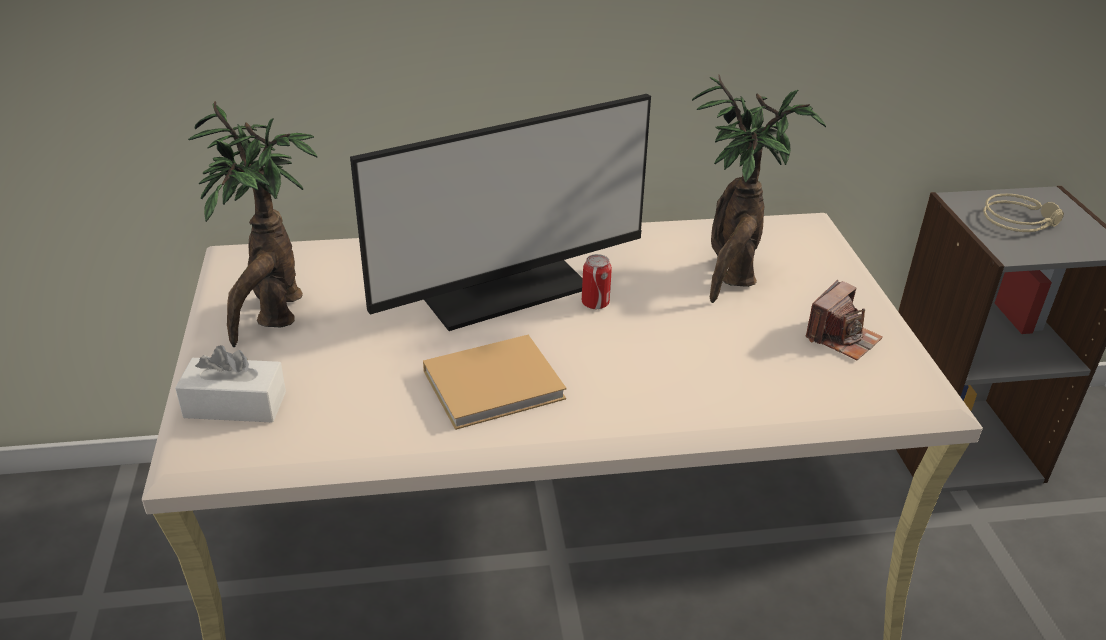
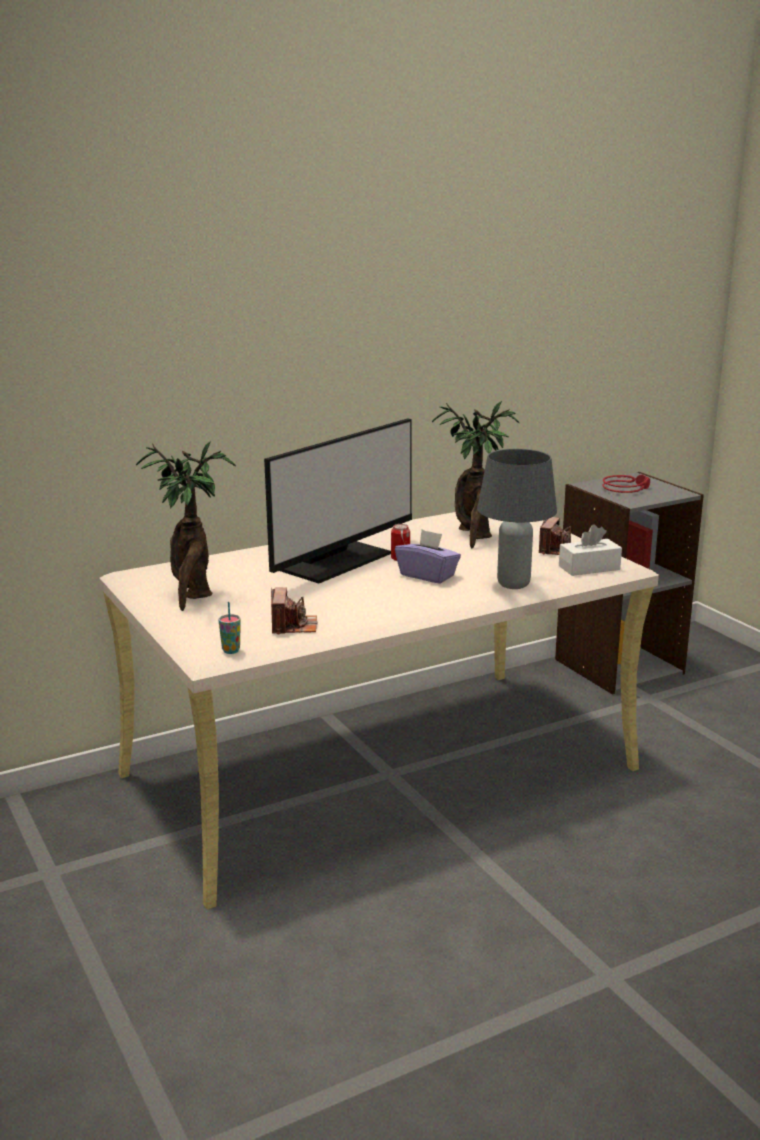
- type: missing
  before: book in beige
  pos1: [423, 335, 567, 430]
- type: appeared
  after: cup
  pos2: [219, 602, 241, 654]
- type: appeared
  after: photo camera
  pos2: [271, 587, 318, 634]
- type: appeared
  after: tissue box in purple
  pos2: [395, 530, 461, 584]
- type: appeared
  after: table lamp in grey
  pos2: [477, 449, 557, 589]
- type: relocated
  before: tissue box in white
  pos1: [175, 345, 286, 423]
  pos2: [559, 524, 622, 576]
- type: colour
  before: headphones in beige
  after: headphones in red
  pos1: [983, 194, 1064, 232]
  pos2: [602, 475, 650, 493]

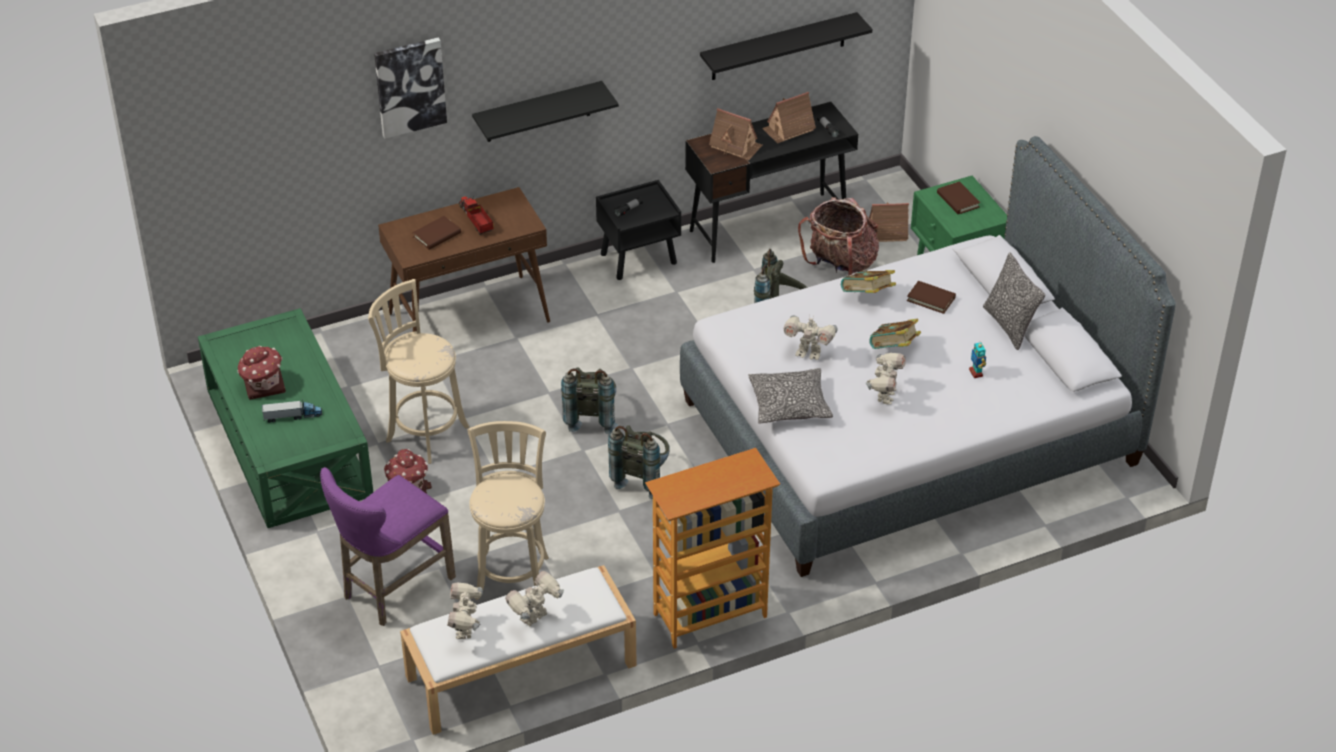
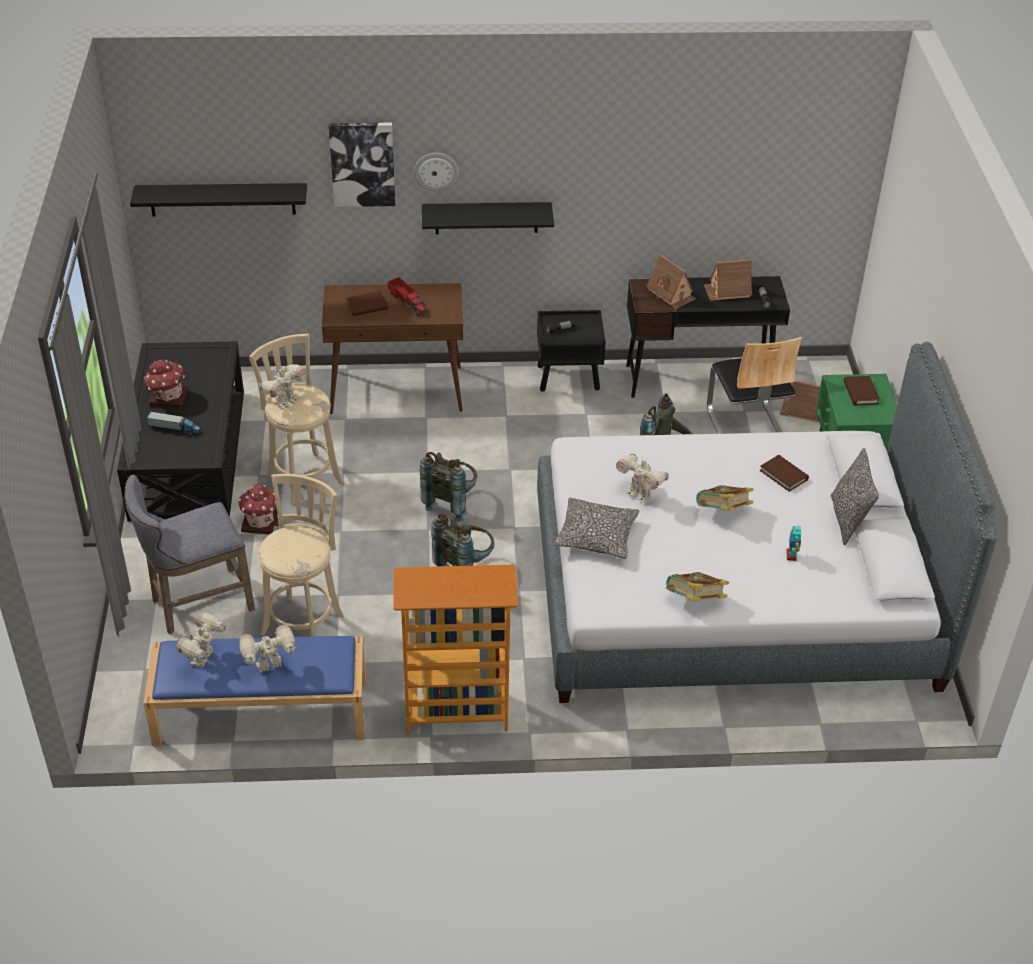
- type: appeared
  after: wall clock
  pos2: [414, 153, 459, 192]
- type: relocated
  before: shelf in black
  pos1: [700, 12, 872, 80]
  pos2: [130, 183, 307, 217]
- type: relocated
  before: book
  pos1: [841, 270, 896, 293]
  pos2: [666, 572, 729, 601]
- type: relocated
  before: toy robot
  pos1: [866, 353, 906, 405]
  pos2: [258, 364, 307, 410]
- type: exchanged
  before: backpack
  after: chair
  pos1: [798, 197, 879, 276]
  pos2: [707, 337, 802, 434]
- type: colour
  before: coffee table in green
  after: coffee table in black
  pos1: [198, 308, 373, 528]
  pos2: [117, 341, 244, 521]
- type: colour
  before: stool in purple
  after: stool in grey
  pos1: [320, 467, 456, 626]
  pos2: [124, 475, 255, 635]
- type: colour
  before: bench in white
  after: bench in blue
  pos1: [400, 565, 637, 735]
  pos2: [143, 636, 366, 746]
- type: spun
  before: toy truck
  pos1: [459, 196, 494, 235]
  pos2: [388, 277, 427, 317]
  turn: 150

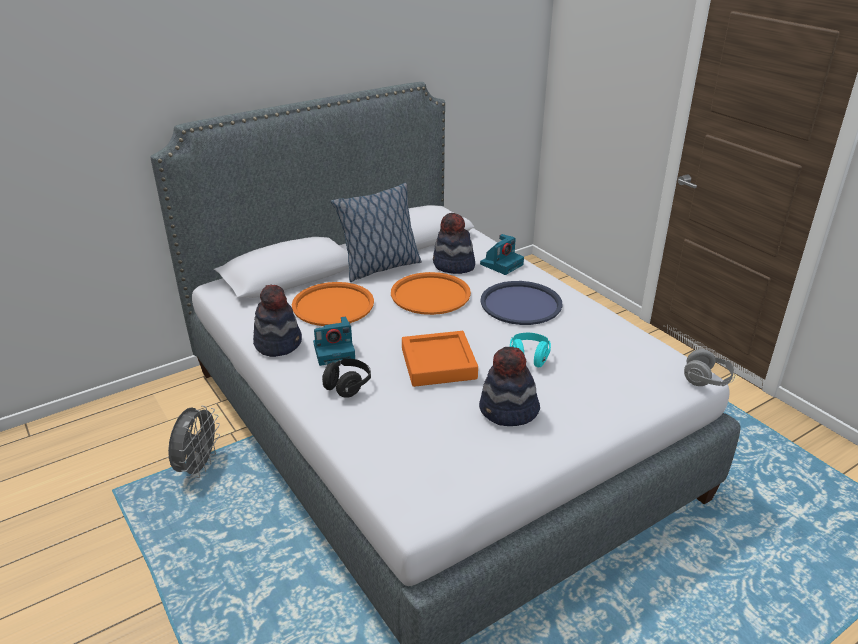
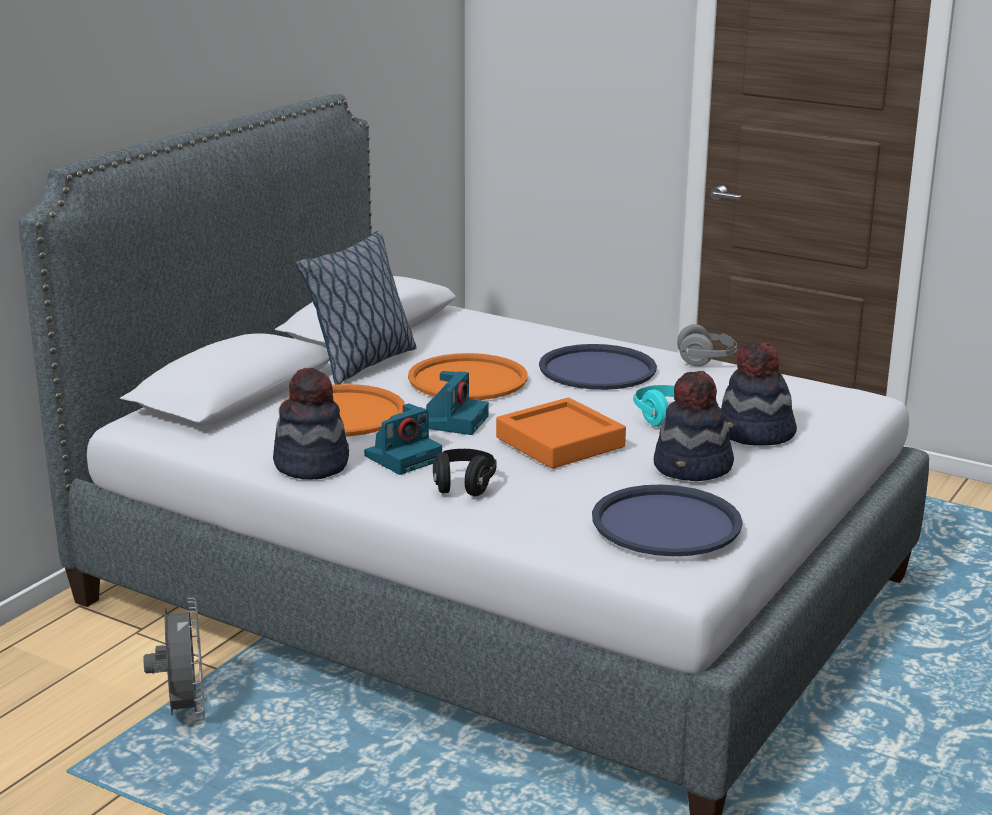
- type: appeared
  after: tray in blue
  pos2: [592, 485, 743, 556]
- type: relocated
  before: hat
  pos1: [433, 213, 475, 274]
  pos2: [721, 342, 797, 446]
- type: relocated
  before: photo camera
  pos1: [480, 234, 524, 275]
  pos2: [426, 371, 489, 435]
- type: relocated
  before: headphones in grey
  pos1: [684, 349, 736, 386]
  pos2: [677, 324, 737, 366]

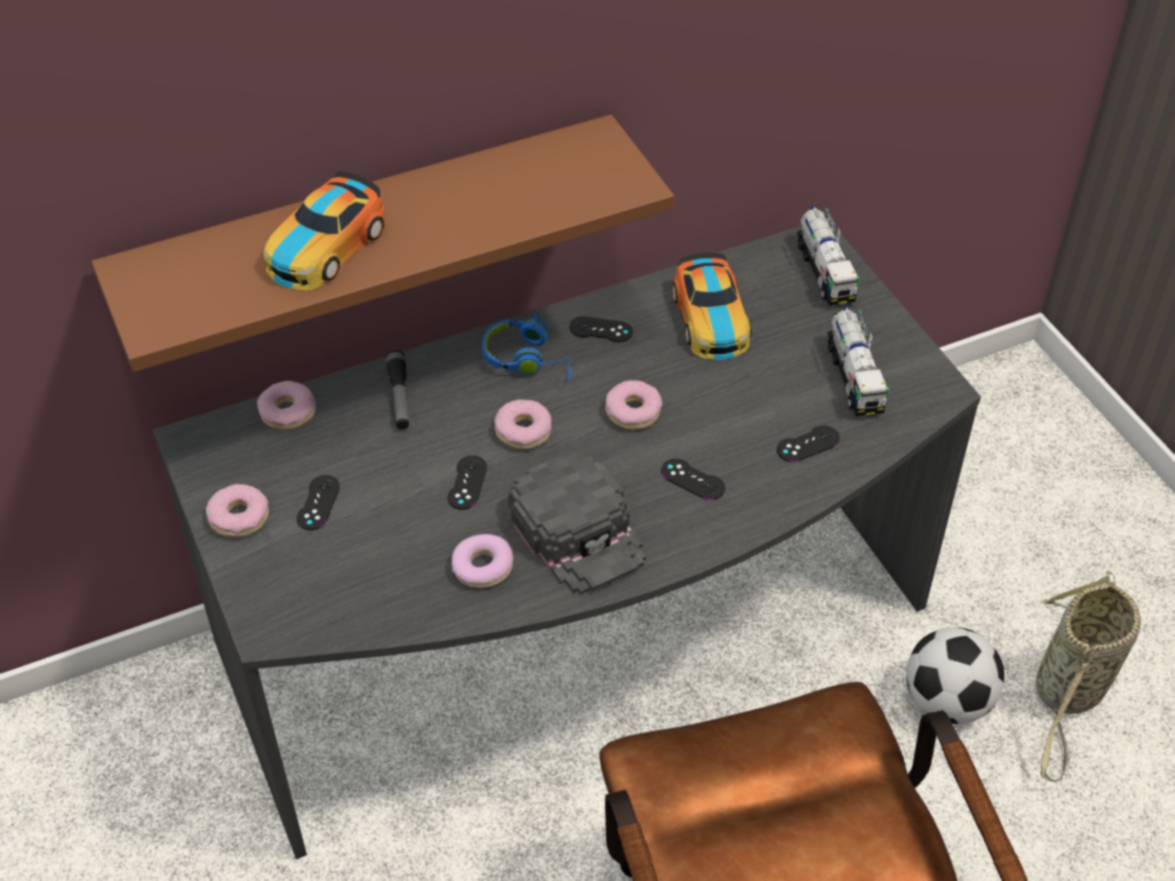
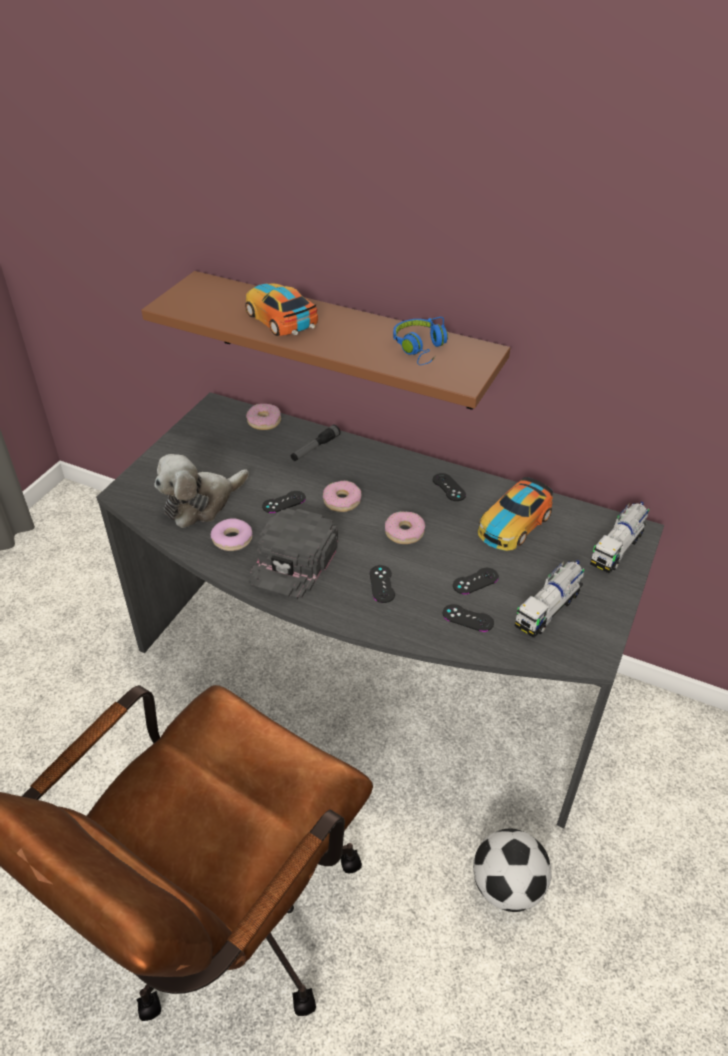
- type: missing
  before: donut
  pos1: [206, 484, 269, 538]
- type: missing
  before: basket
  pos1: [1036, 570, 1141, 782]
- type: appeared
  after: plush toy
  pos2: [154, 454, 249, 528]
- type: relocated
  before: game controller in black
  pos1: [296, 475, 340, 530]
  pos2: [453, 568, 499, 594]
- type: relocated
  before: headphones in blue
  pos1: [482, 311, 573, 381]
  pos2: [393, 317, 448, 365]
- type: spun
  before: toy car
  pos1: [264, 171, 384, 290]
  pos2: [245, 283, 318, 336]
  turn: 60

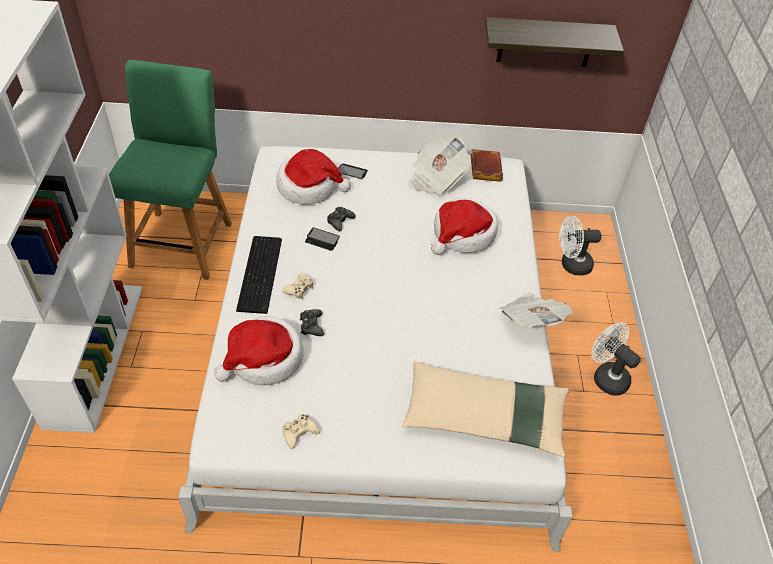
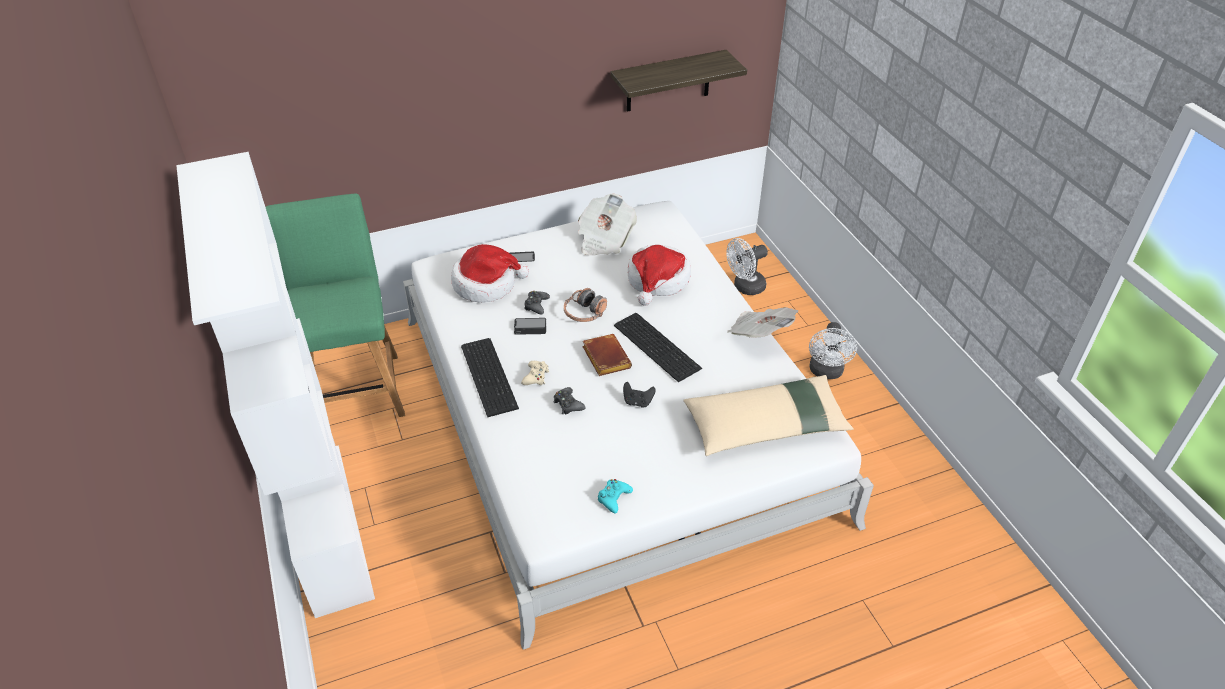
- type: missing
  before: hat
  pos1: [214, 316, 303, 385]
- type: appeared
  after: headphones
  pos2: [564, 288, 607, 322]
- type: appeared
  after: keyboard
  pos2: [614, 313, 702, 382]
- type: appeared
  after: game controller in black
  pos2: [623, 382, 656, 407]
- type: relocated
  before: book in brown
  pos1: [471, 149, 503, 182]
  pos2: [582, 334, 632, 376]
- type: colour
  before: game controller in beige
  after: game controller in turquoise
  pos1: [283, 414, 320, 449]
  pos2: [598, 479, 633, 513]
- type: spun
  before: fan in white
  pos1: [591, 322, 641, 396]
  pos2: [809, 322, 857, 379]
  turn: -105

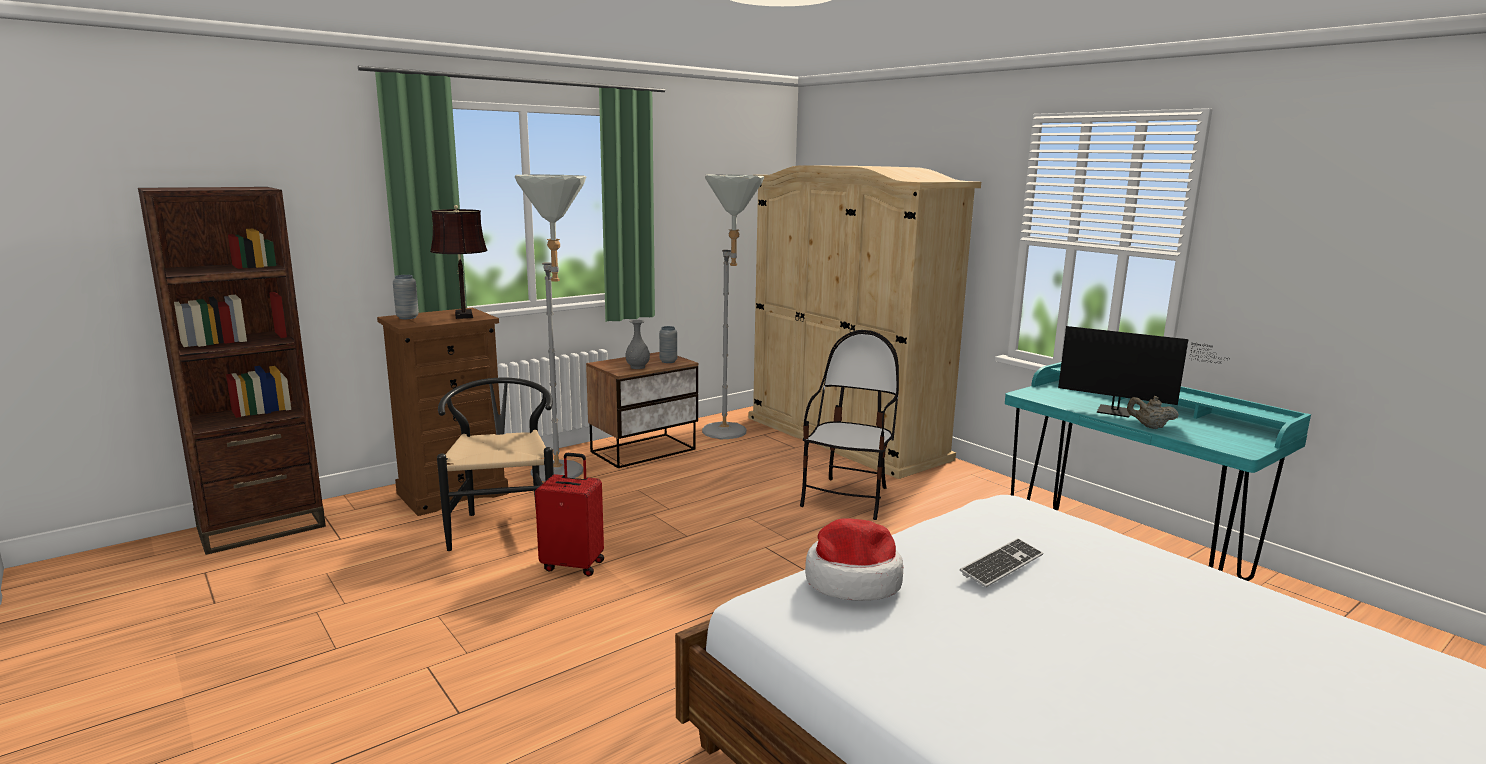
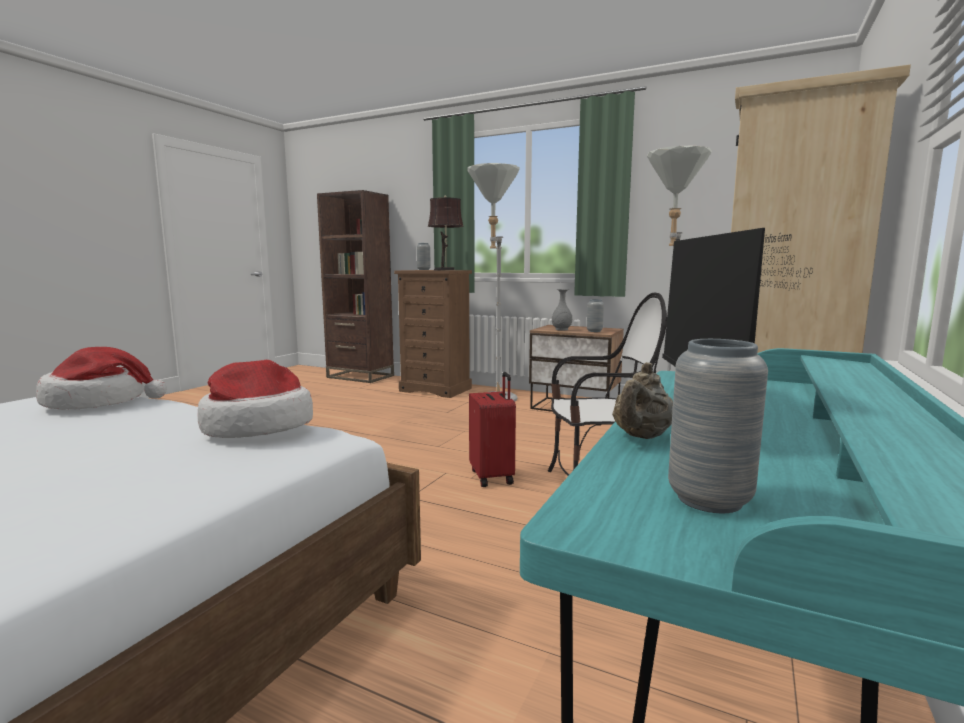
- type: missing
  before: chair in black
  pos1: [437, 377, 554, 551]
- type: missing
  before: keyboard
  pos1: [960, 538, 1043, 587]
- type: appeared
  after: hat
  pos2: [198, 360, 313, 438]
- type: appeared
  after: vase in grey
  pos2: [668, 339, 768, 513]
- type: relocated
  before: suitcase in red
  pos1: [535, 453, 604, 576]
  pos2: [469, 372, 516, 487]
- type: spun
  before: teapot in beige
  pos1: [1127, 396, 1179, 429]
  pos2: [612, 362, 673, 439]
  turn: -150

